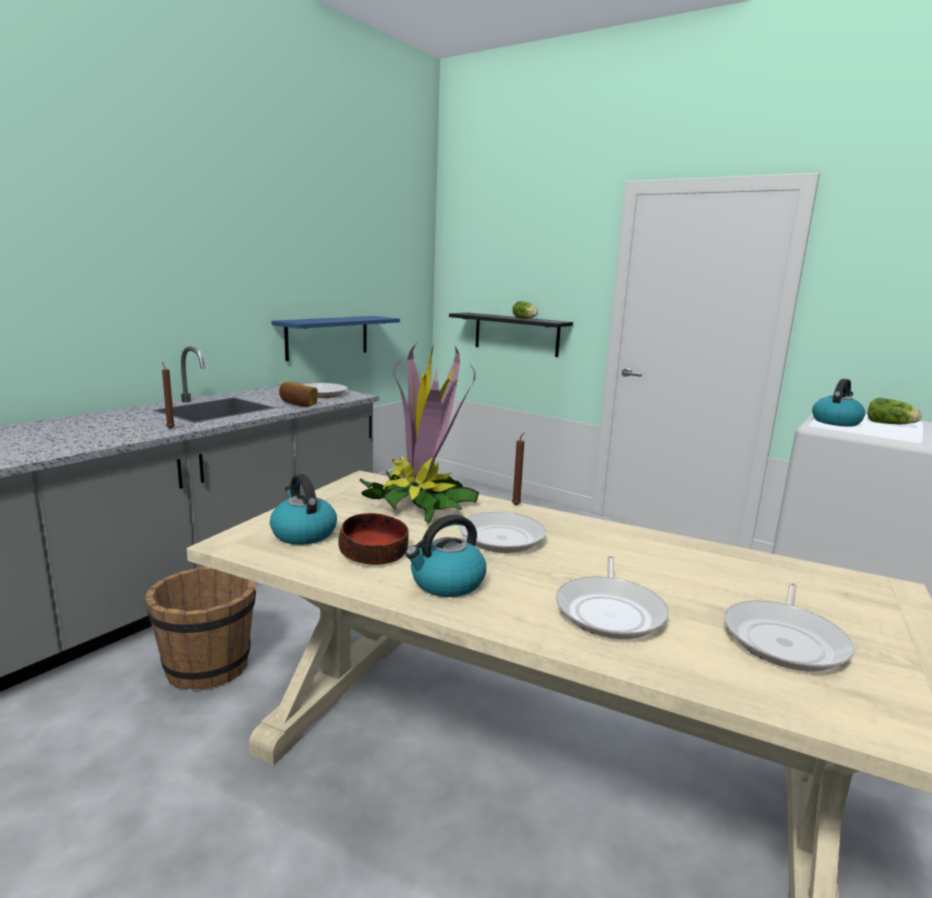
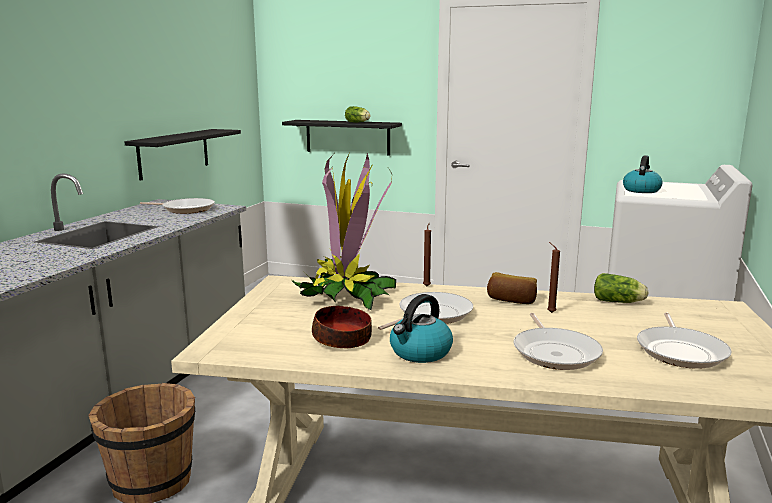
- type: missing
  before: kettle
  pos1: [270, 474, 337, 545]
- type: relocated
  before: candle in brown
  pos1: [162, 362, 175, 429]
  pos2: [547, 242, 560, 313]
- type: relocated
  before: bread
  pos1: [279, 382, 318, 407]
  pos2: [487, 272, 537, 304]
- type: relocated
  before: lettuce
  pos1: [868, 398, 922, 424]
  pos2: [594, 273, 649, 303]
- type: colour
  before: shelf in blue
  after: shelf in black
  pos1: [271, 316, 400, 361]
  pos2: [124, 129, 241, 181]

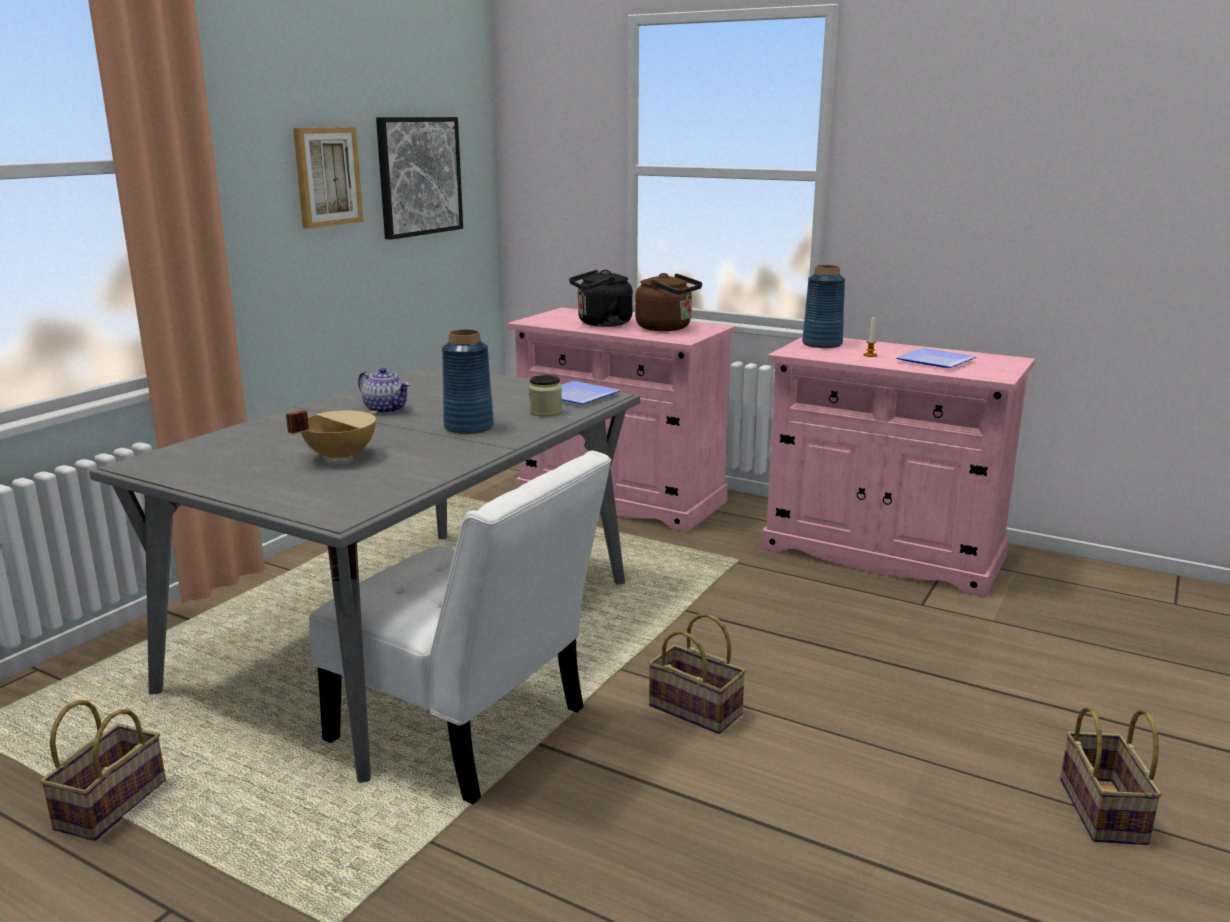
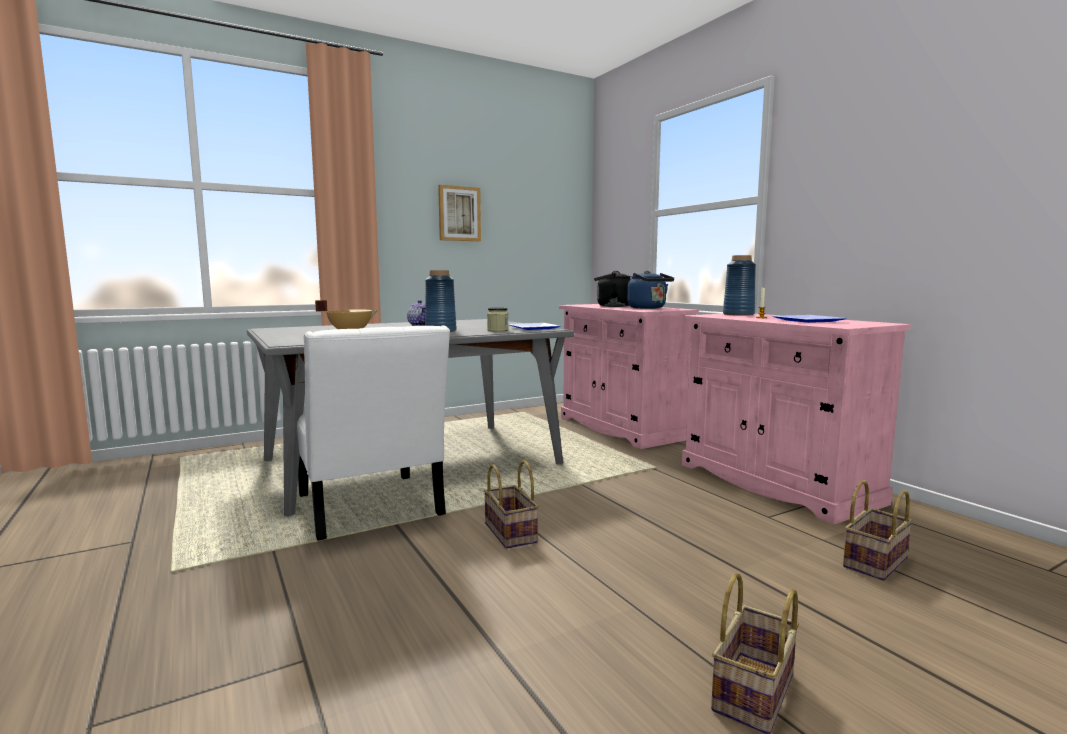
- type: missing
  before: picture
  pos1: [376, 117, 463, 240]
- type: relocated
  before: basket
  pos1: [40, 700, 166, 841]
  pos2: [843, 480, 913, 581]
- type: colour
  before: kettle in brown
  after: kettle in blue
  pos1: [635, 273, 702, 331]
  pos2: [627, 271, 674, 309]

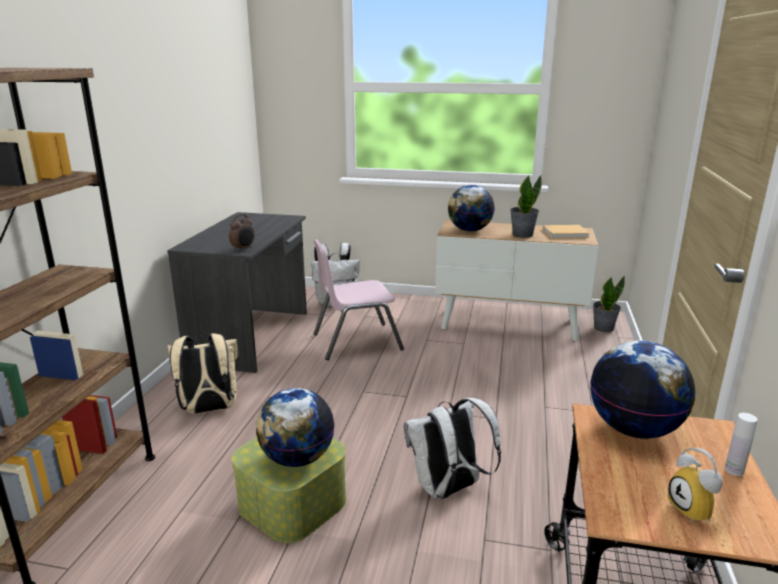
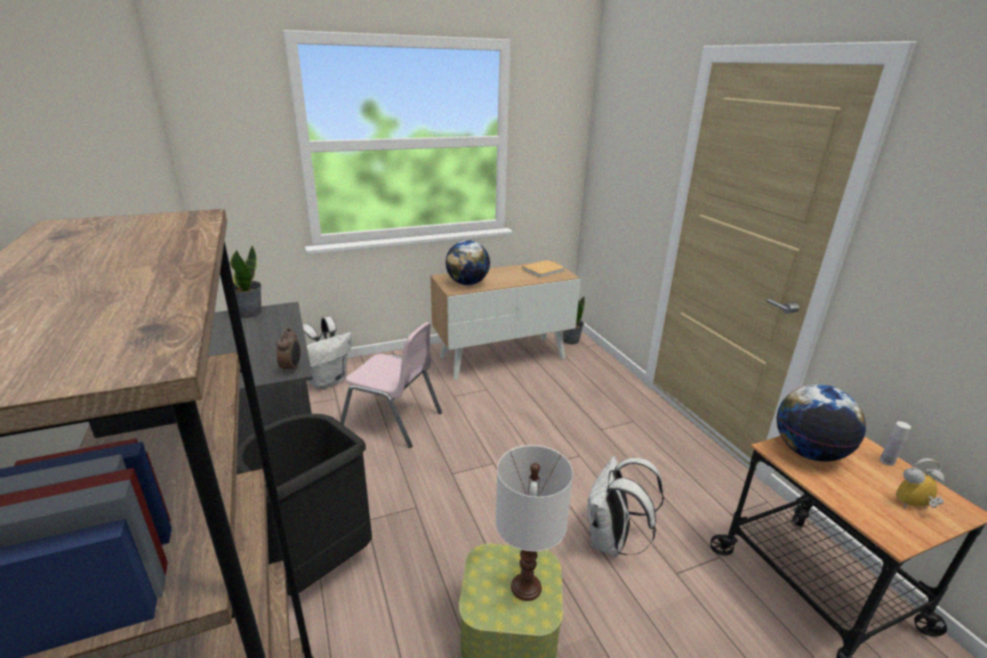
- type: relocated
  before: potted plant
  pos1: [510, 175, 542, 238]
  pos2: [230, 245, 262, 318]
- type: exchanged
  before: backpack in beige
  after: trash can in black
  pos1: [167, 333, 239, 414]
  pos2: [237, 414, 372, 596]
- type: exchanged
  before: globe
  after: table lamp in white
  pos1: [256, 388, 335, 467]
  pos2: [495, 445, 573, 601]
- type: spun
  before: chair in pink
  pos1: [313, 239, 404, 360]
  pos2: [340, 322, 442, 448]
  turn: -105
- type: spun
  before: alarm clock
  pos1: [668, 448, 723, 523]
  pos2: [896, 458, 944, 508]
  turn: 135

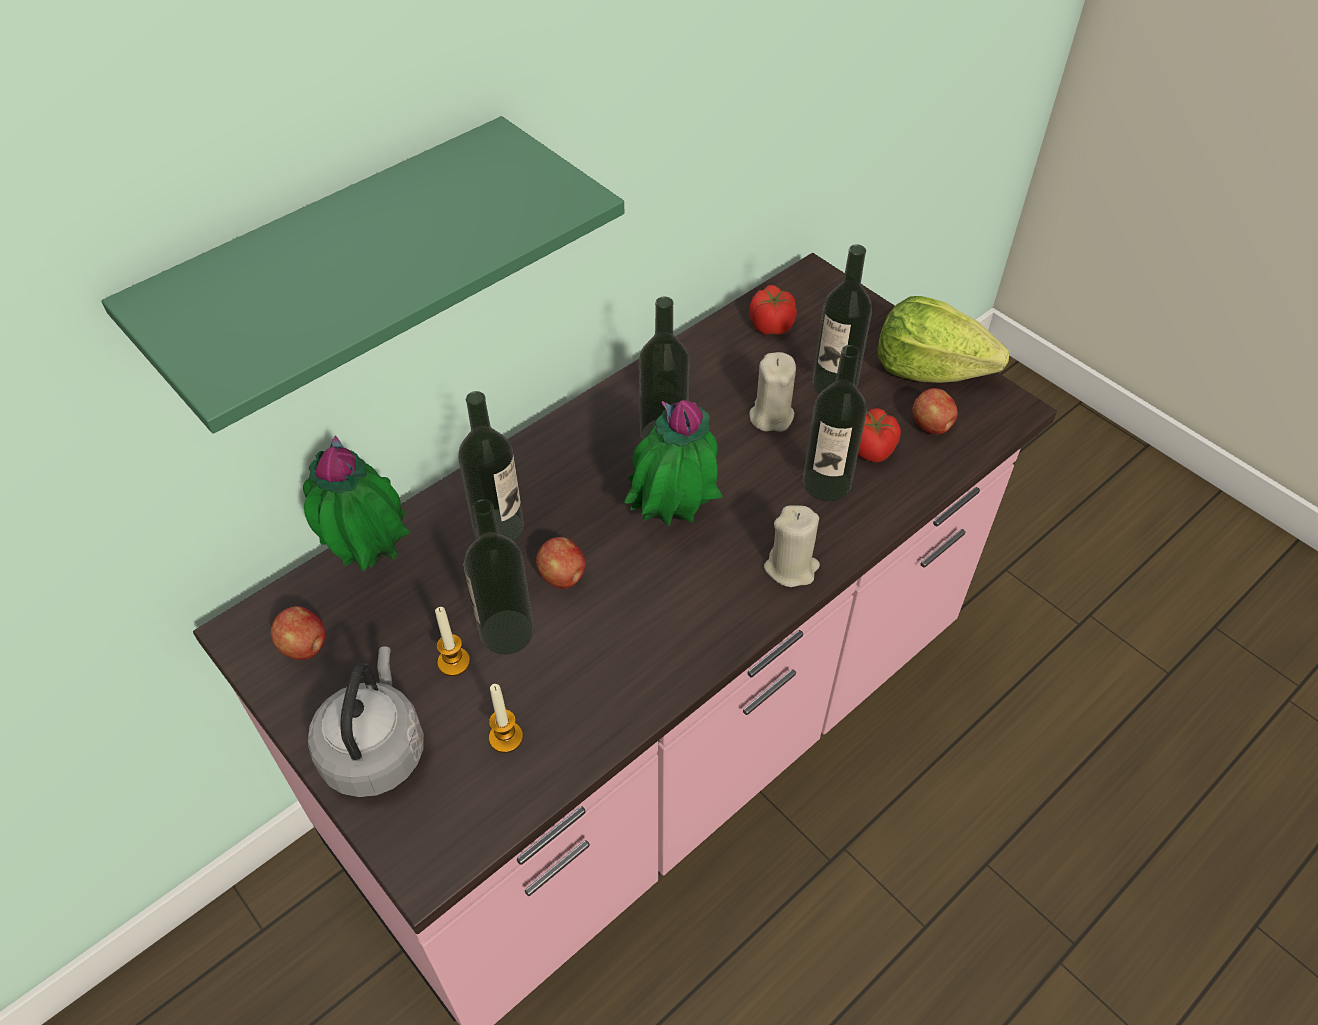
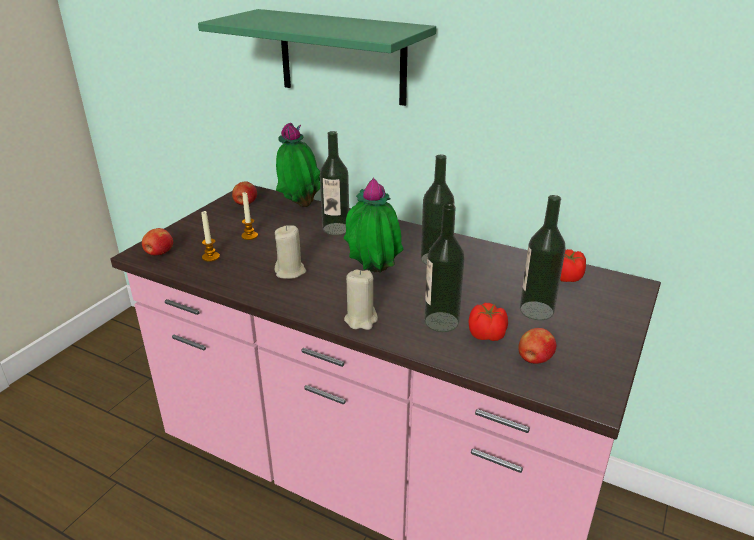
- type: missing
  before: kettle in grey
  pos1: [308, 646, 424, 797]
- type: missing
  before: bottle
  pos1: [464, 499, 534, 655]
- type: missing
  before: lettuce
  pos1: [877, 296, 1009, 383]
- type: relocated
  before: apple
  pos1: [536, 537, 585, 589]
  pos2: [142, 228, 173, 256]
- type: relocated
  before: candle in beige
  pos1: [749, 352, 796, 432]
  pos2: [275, 225, 306, 279]

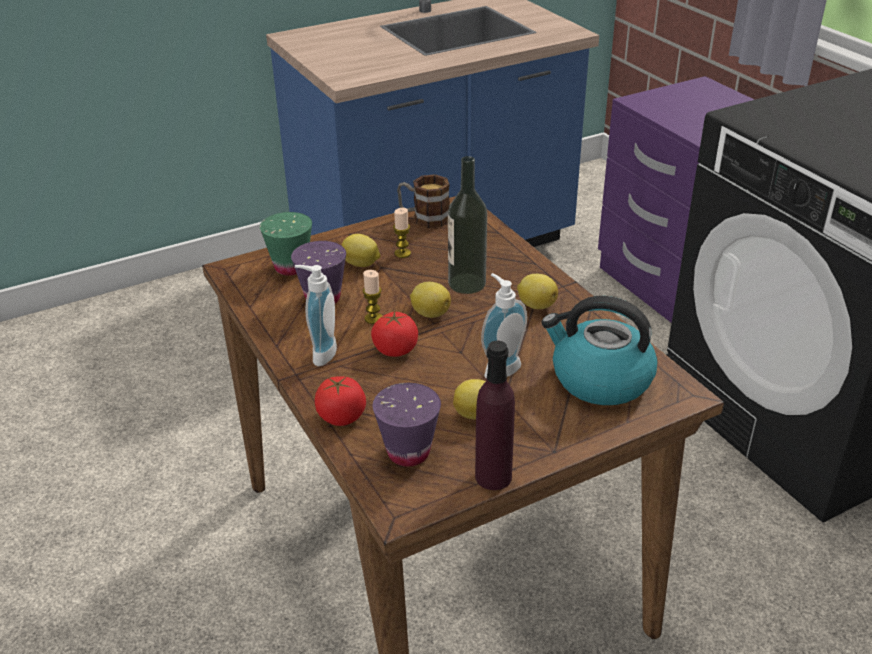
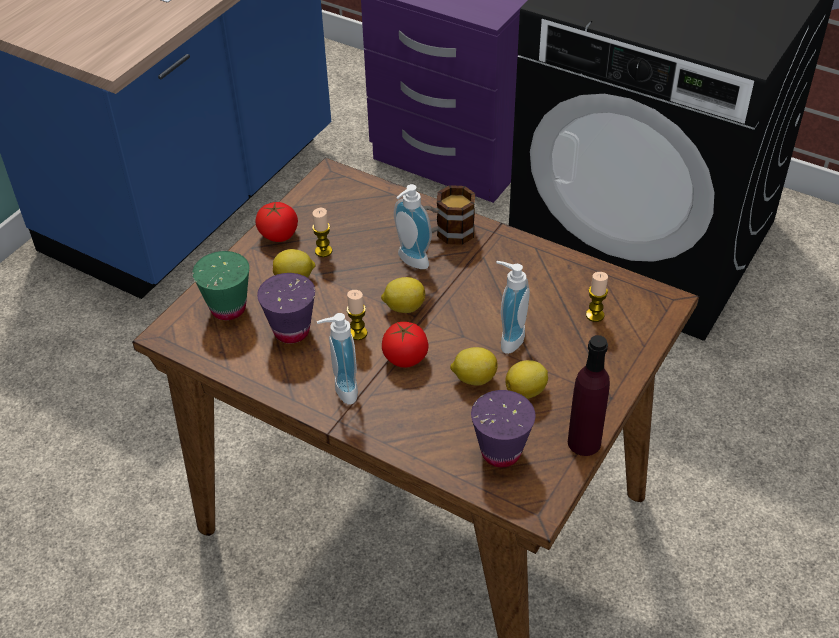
- type: relocated
  before: tomato
  pos1: [315, 376, 366, 426]
  pos2: [255, 202, 298, 242]
- type: relocated
  before: mug
  pos1: [397, 174, 450, 228]
  pos2: [423, 185, 475, 245]
- type: relocated
  before: lemon
  pos1: [517, 274, 558, 309]
  pos2: [450, 347, 498, 386]
- type: exchanged
  before: bottle
  after: soap dispenser
  pos1: [448, 156, 487, 294]
  pos2: [394, 184, 432, 269]
- type: exchanged
  before: kettle
  after: candle
  pos1: [541, 296, 657, 405]
  pos2: [586, 272, 608, 322]

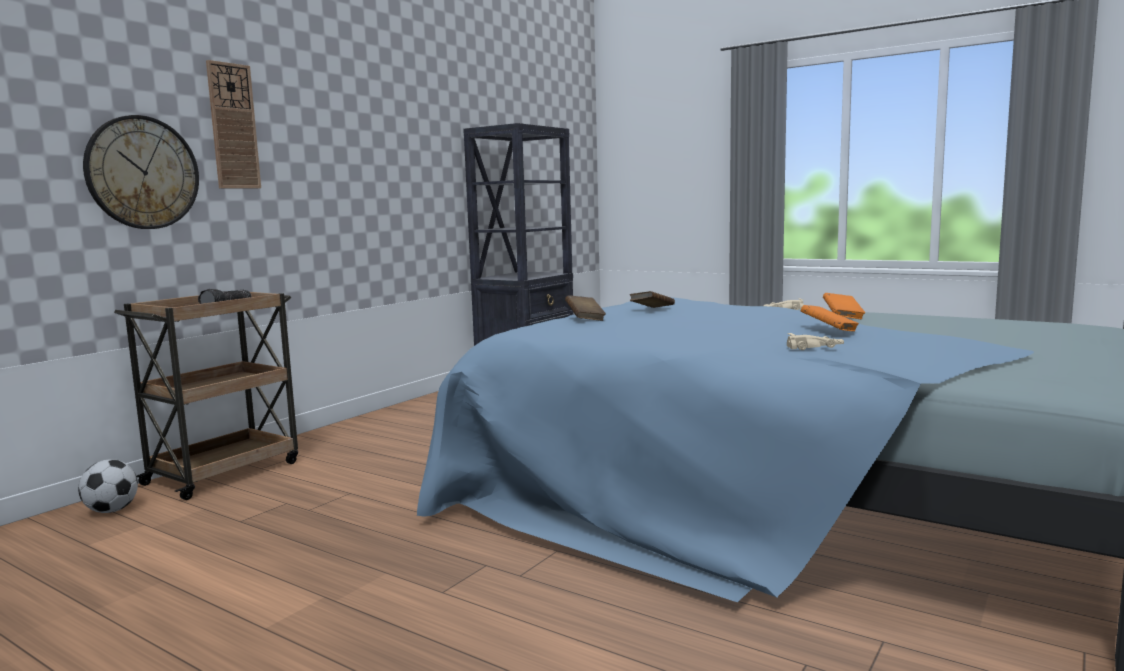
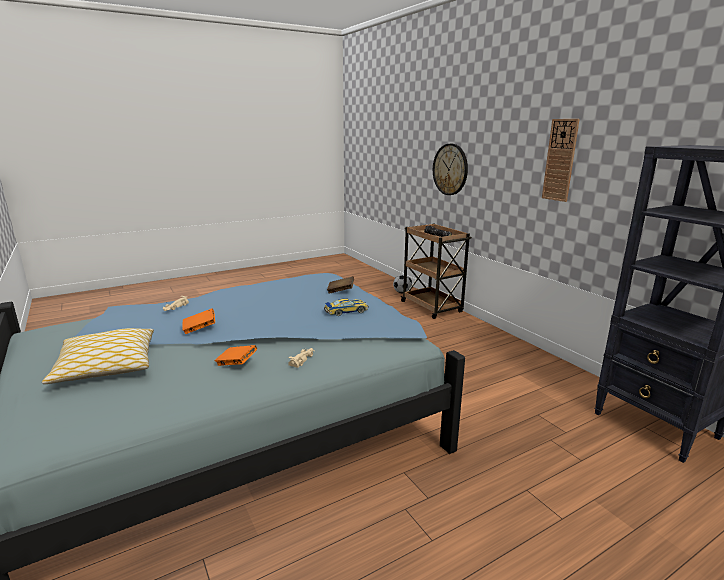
- type: appeared
  after: pillow
  pos2: [42, 328, 154, 384]
- type: relocated
  before: wall clock
  pos1: [206, 60, 261, 188]
  pos2: [542, 119, 580, 202]
- type: exchanged
  before: book in brown
  after: toy car
  pos1: [630, 291, 675, 308]
  pos2: [324, 298, 368, 316]

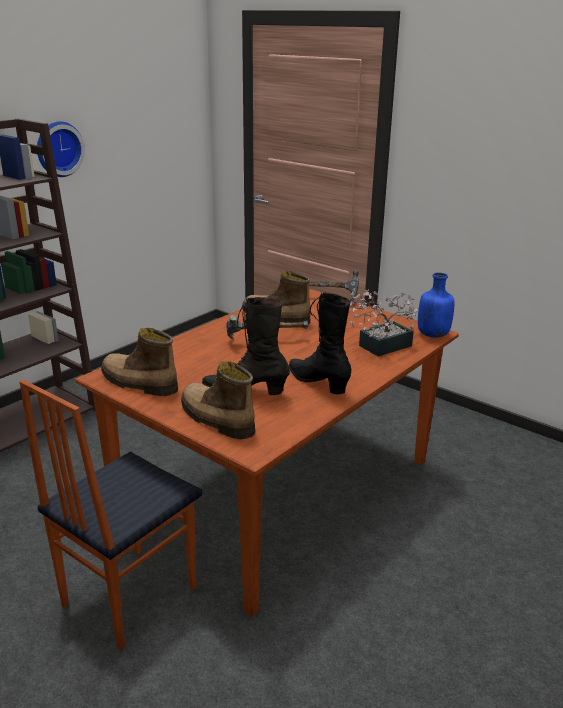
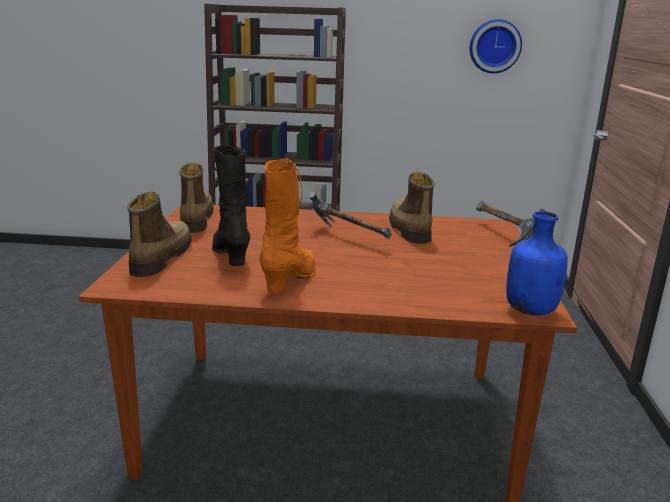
- type: missing
  before: chair
  pos1: [19, 379, 202, 651]
- type: missing
  before: potted plant
  pos1: [350, 288, 417, 356]
- type: relocated
  before: wall clock
  pos1: [37, 121, 85, 177]
  pos2: [470, 19, 522, 73]
- type: colour
  before: boot in black
  after: boot in orange
  pos1: [289, 292, 351, 394]
  pos2: [259, 158, 316, 293]

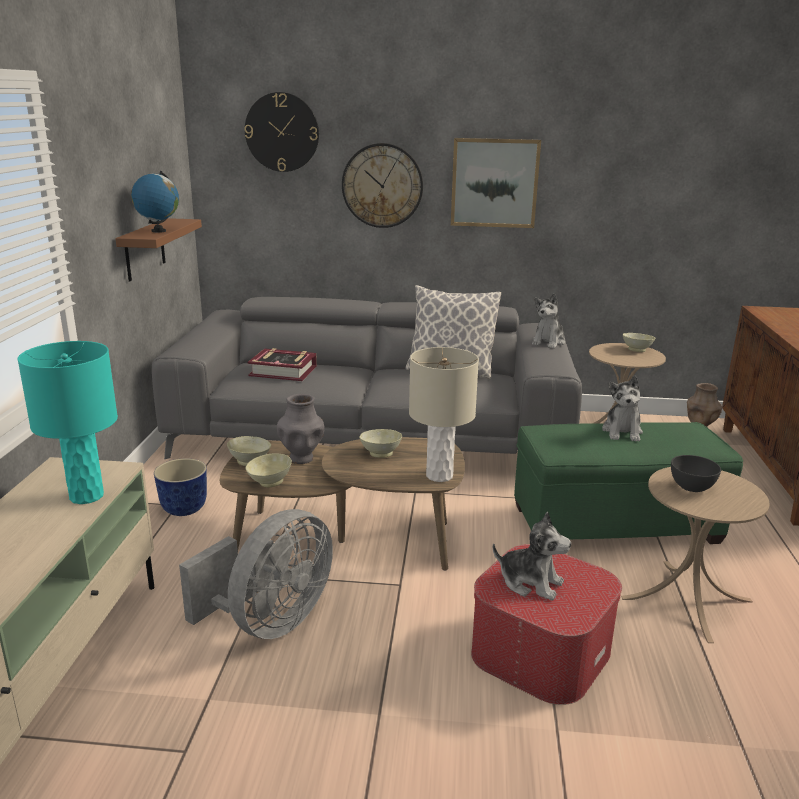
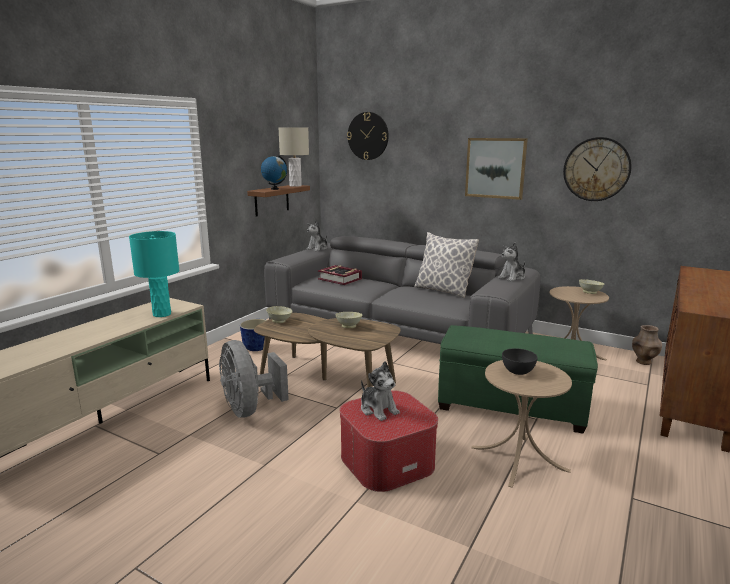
- type: missing
  before: bowl in beige
  pos1: [246, 453, 292, 487]
- type: missing
  before: vase in grey
  pos1: [277, 394, 325, 464]
- type: relocated
  before: wall clock
  pos1: [342, 143, 423, 228]
  pos2: [563, 137, 631, 201]
- type: relocated
  before: table lamp in beige
  pos1: [409, 347, 479, 482]
  pos2: [279, 128, 309, 187]
- type: relocated
  before: plush toy
  pos1: [602, 375, 643, 442]
  pos2: [306, 220, 327, 251]
- type: spun
  before: fan in grey
  pos1: [179, 509, 333, 639]
  pos2: [219, 340, 289, 418]
  turn: 90

